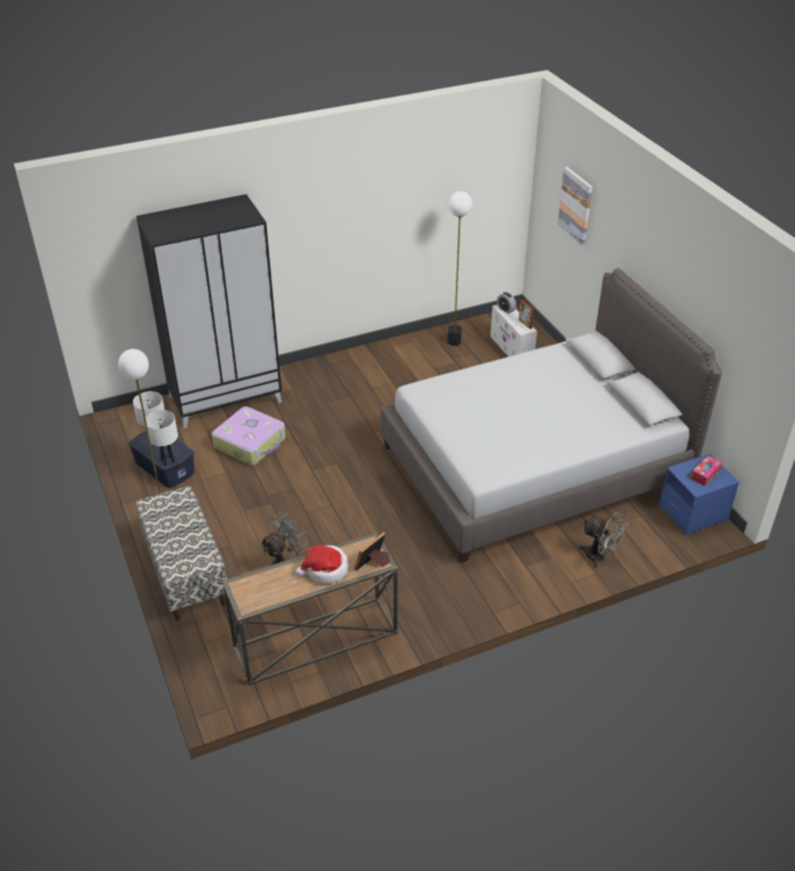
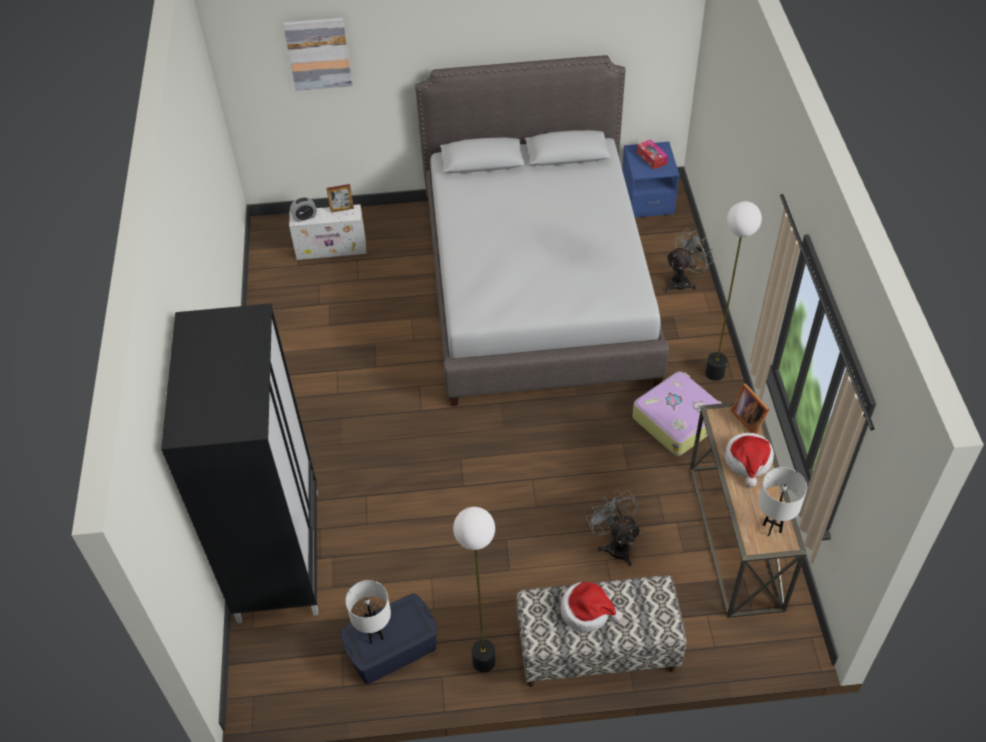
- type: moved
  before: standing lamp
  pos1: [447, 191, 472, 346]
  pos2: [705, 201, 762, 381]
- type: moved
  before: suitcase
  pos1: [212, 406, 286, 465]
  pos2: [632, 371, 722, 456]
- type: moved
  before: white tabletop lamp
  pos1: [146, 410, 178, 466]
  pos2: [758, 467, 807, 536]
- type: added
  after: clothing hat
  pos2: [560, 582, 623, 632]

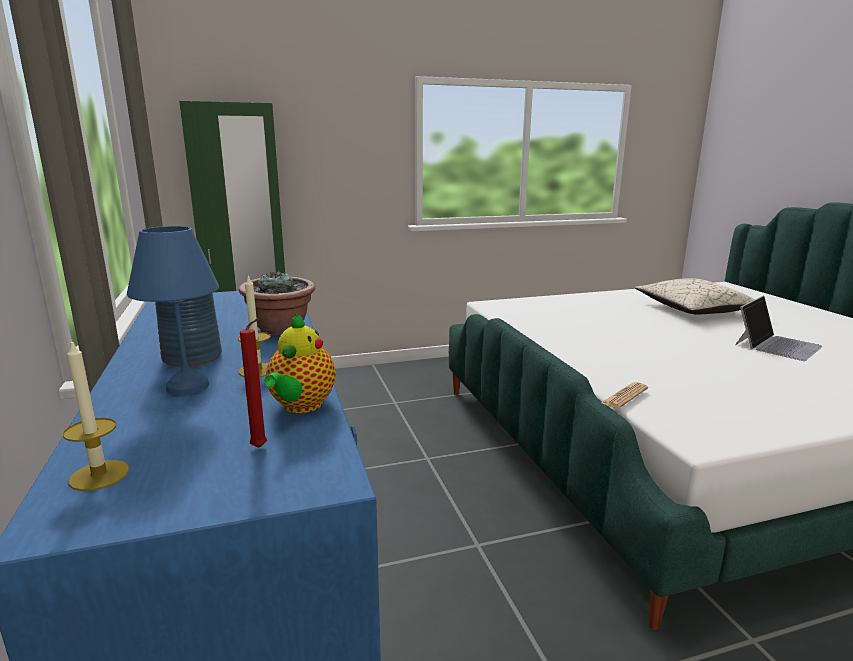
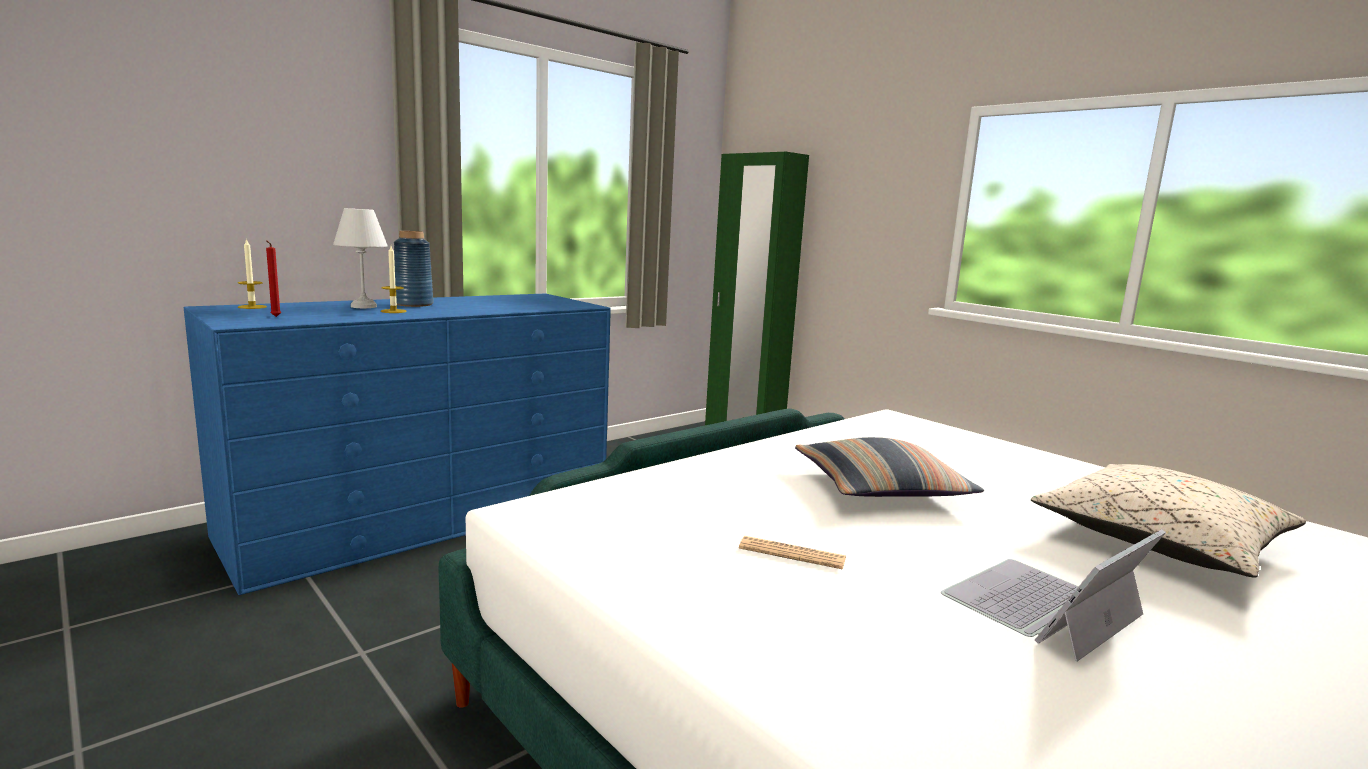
- type: recoloured
  before: blue-coloured tabletop lamp
  after: white tabletop lamp
  pos1: [127, 226, 219, 395]
  pos2: [333, 208, 388, 308]
- type: removed
  before: potted plant
  pos1: [239, 270, 315, 335]
- type: turned
  before: notebook computer
  pos1: [735, 296, 823, 361]
  pos2: [941, 529, 1166, 662]
  turn: 120
- type: removed
  before: teapot
  pos1: [264, 313, 336, 413]
- type: moved
  before: daily paper
  pos1: [602, 382, 648, 409]
  pos2: [739, 536, 846, 569]
- type: added
  after: pillow
  pos2: [795, 437, 984, 497]

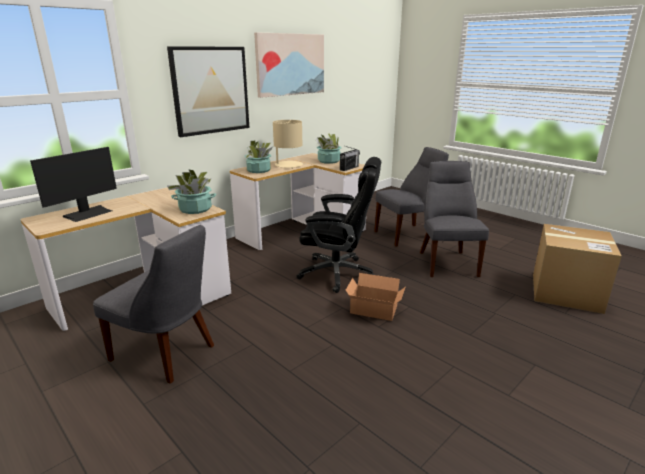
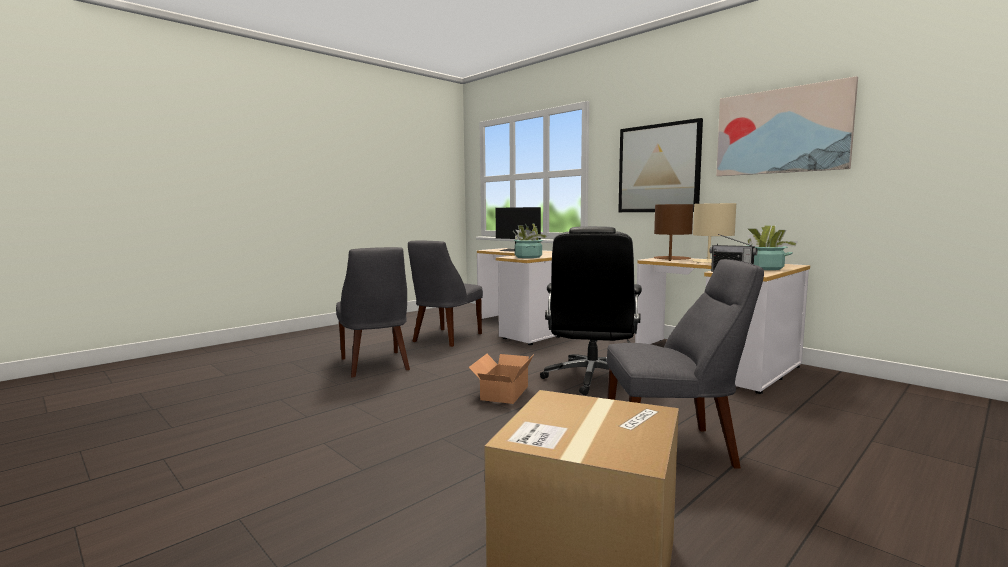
- type: replaced
  before: potted plant
  after: brownish tabletop lamp
  pos1: [245, 141, 273, 173]
  pos2: [654, 204, 693, 261]
- type: moved
  before: greyish upright chair
  pos1: [374, 147, 449, 246]
  pos2: [336, 247, 410, 377]

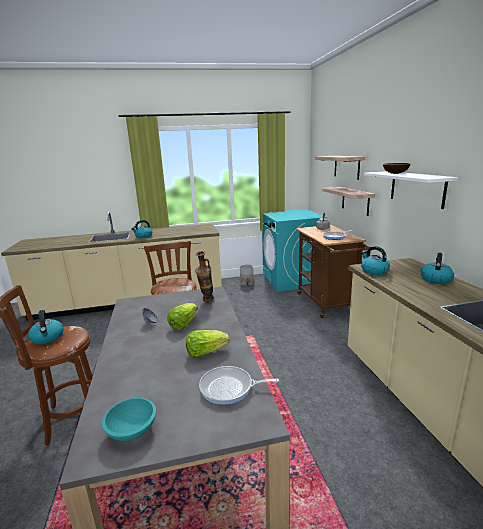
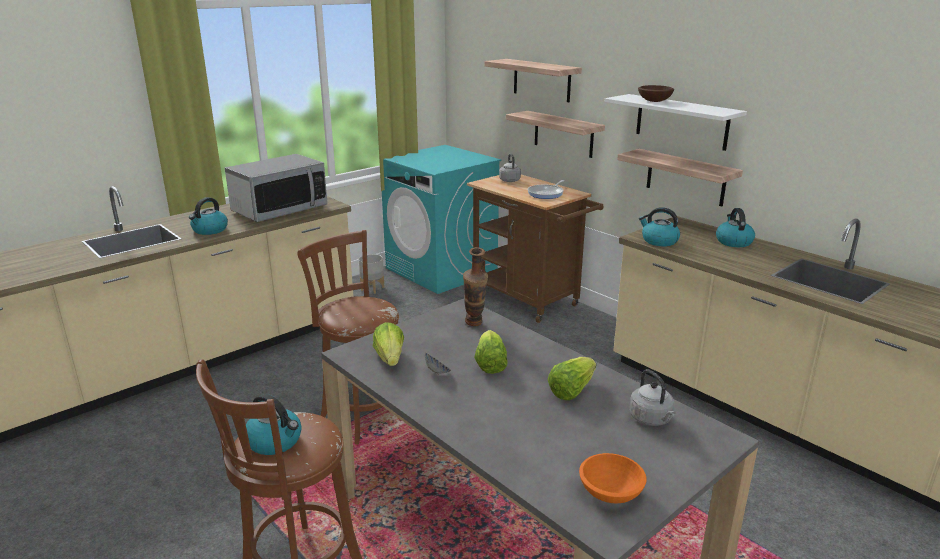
- type: replaced
  before: skillet
  after: greyish kettle
  pos1: [199, 366, 279, 405]
  pos2: [629, 369, 676, 426]
- type: recoloured
  before: turquoise deep dish
  after: orangey deep dish
  pos1: [102, 398, 156, 441]
  pos2: [579, 453, 646, 503]
- type: added
  after: wall shelf
  pos2: [617, 149, 743, 206]
- type: added
  after: microwave
  pos2: [225, 154, 328, 222]
- type: added
  after: lettuce
  pos2: [373, 322, 404, 366]

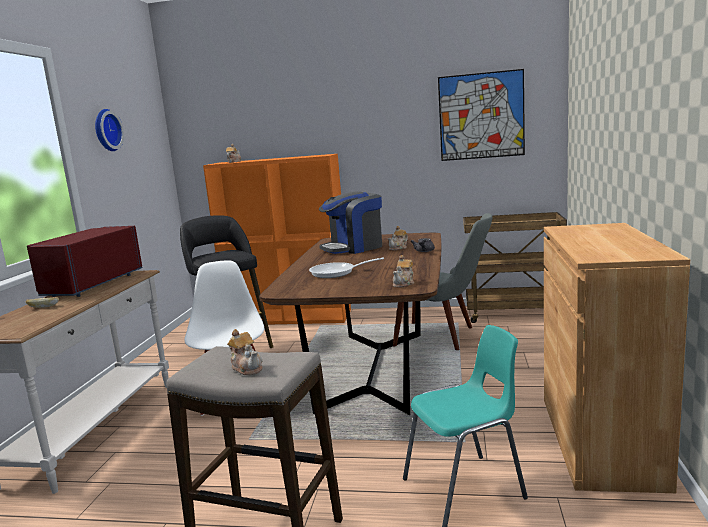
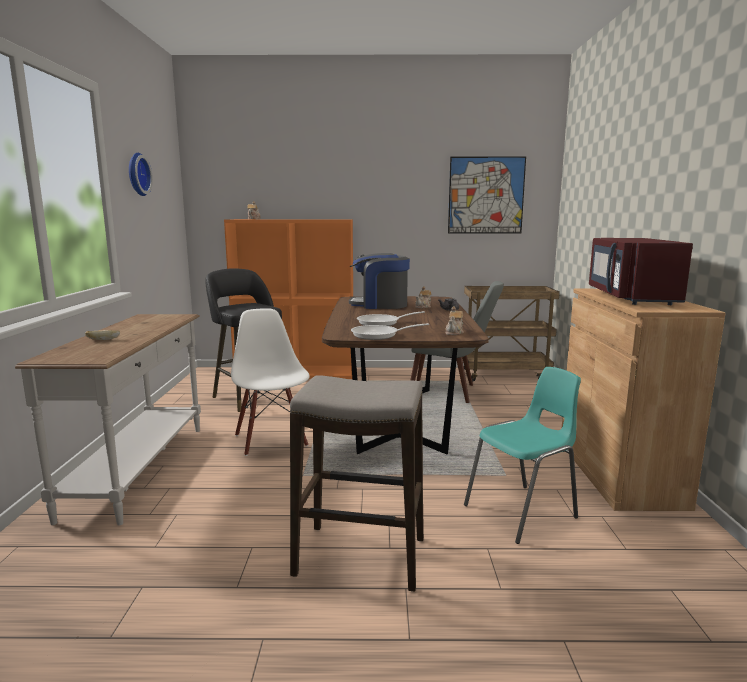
- type: turned
  before: coffee brewer
  pos1: [319, 191, 382, 254]
  pos2: [349, 253, 410, 309]
  turn: 45
- type: moved
  before: reddish microwave
  pos1: [27, 226, 143, 297]
  pos2: [589, 238, 693, 305]
- type: removed
  before: teapot
  pos1: [227, 329, 263, 376]
- type: added
  after: skillet
  pos2: [351, 323, 429, 340]

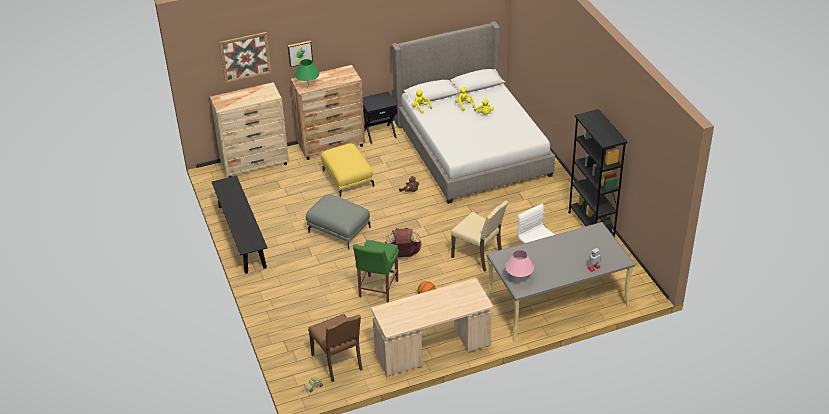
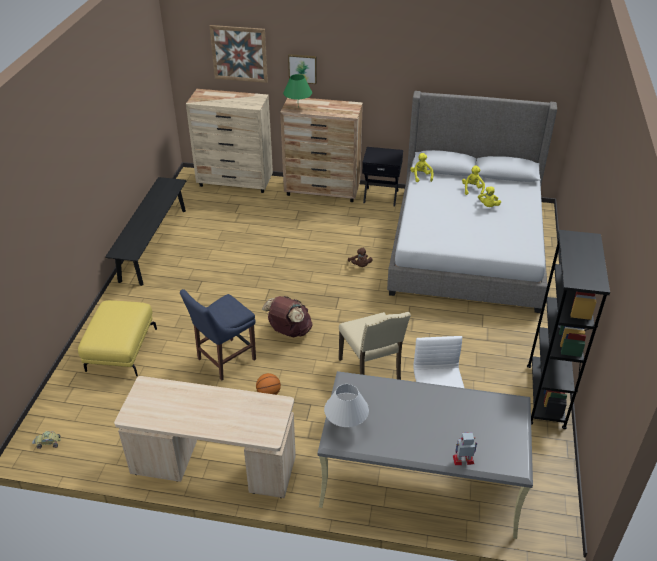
- type: moved
  before: yellowish ottoman
  pos1: [321, 144, 374, 197]
  pos2: [78, 300, 157, 376]
- type: removed
  before: greyish ottoman
  pos1: [306, 194, 371, 249]
- type: recoloured
  before: green upright chair
  after: blue-coloured upright chair
  pos1: [353, 240, 399, 302]
  pos2: [180, 289, 256, 381]
- type: recoloured
  before: pinkish tabletop lamp
  after: white tabletop lamp
  pos1: [505, 250, 534, 277]
  pos2: [324, 384, 369, 427]
- type: removed
  before: brownish upright chair
  pos1: [308, 314, 363, 382]

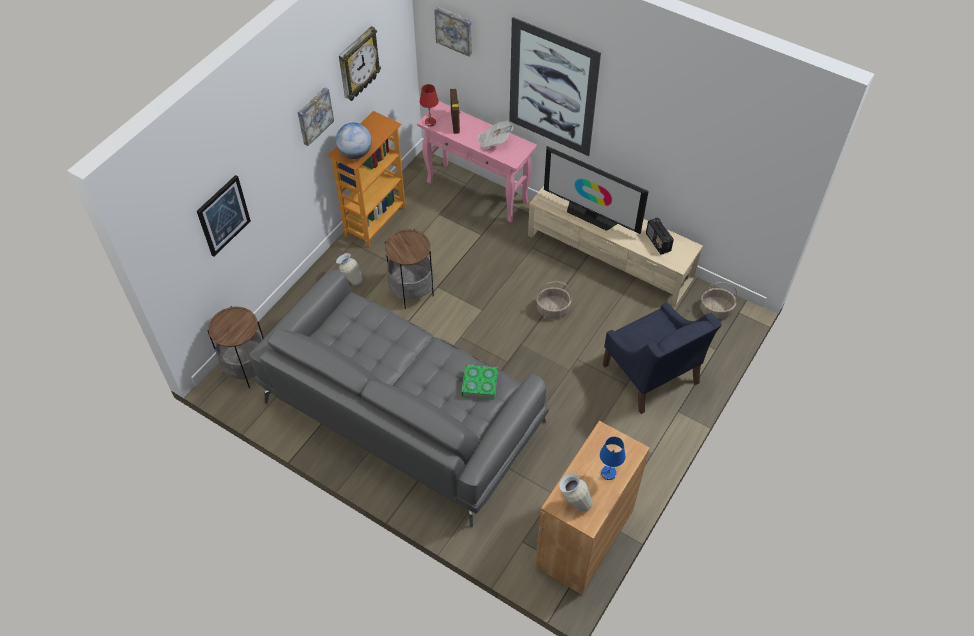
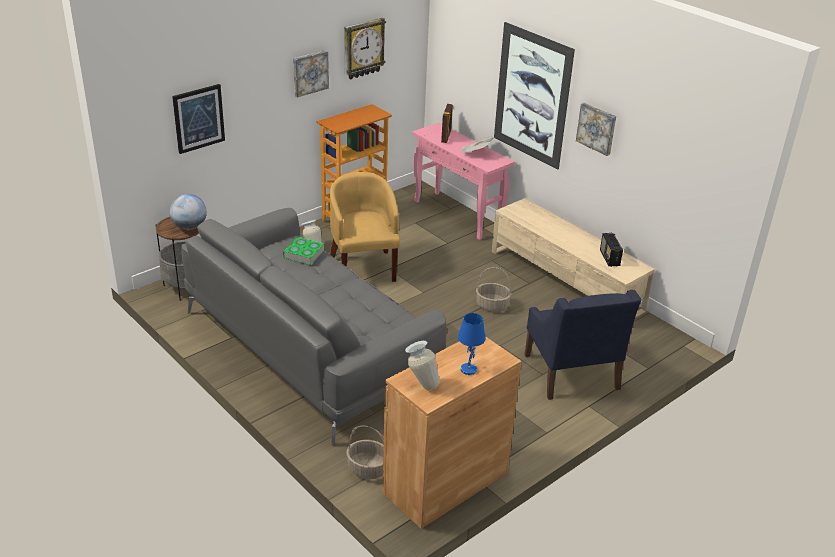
- type: moved
  before: picture
  pos1: [434, 7, 472, 56]
  pos2: [576, 102, 616, 156]
- type: removed
  before: reddish tabletop lamp
  pos1: [420, 84, 439, 126]
- type: moved
  before: desk globe
  pos1: [336, 123, 372, 159]
  pos2: [169, 194, 207, 230]
- type: removed
  before: TV set
  pos1: [544, 146, 649, 234]
- type: replaced
  before: end table
  after: yellowish armchair
  pos1: [385, 229, 434, 309]
  pos2: [330, 172, 400, 282]
- type: moved
  before: storage basket
  pos1: [700, 282, 737, 319]
  pos2: [346, 425, 384, 479]
- type: moved
  before: book
  pos1: [462, 365, 498, 400]
  pos2: [283, 237, 325, 265]

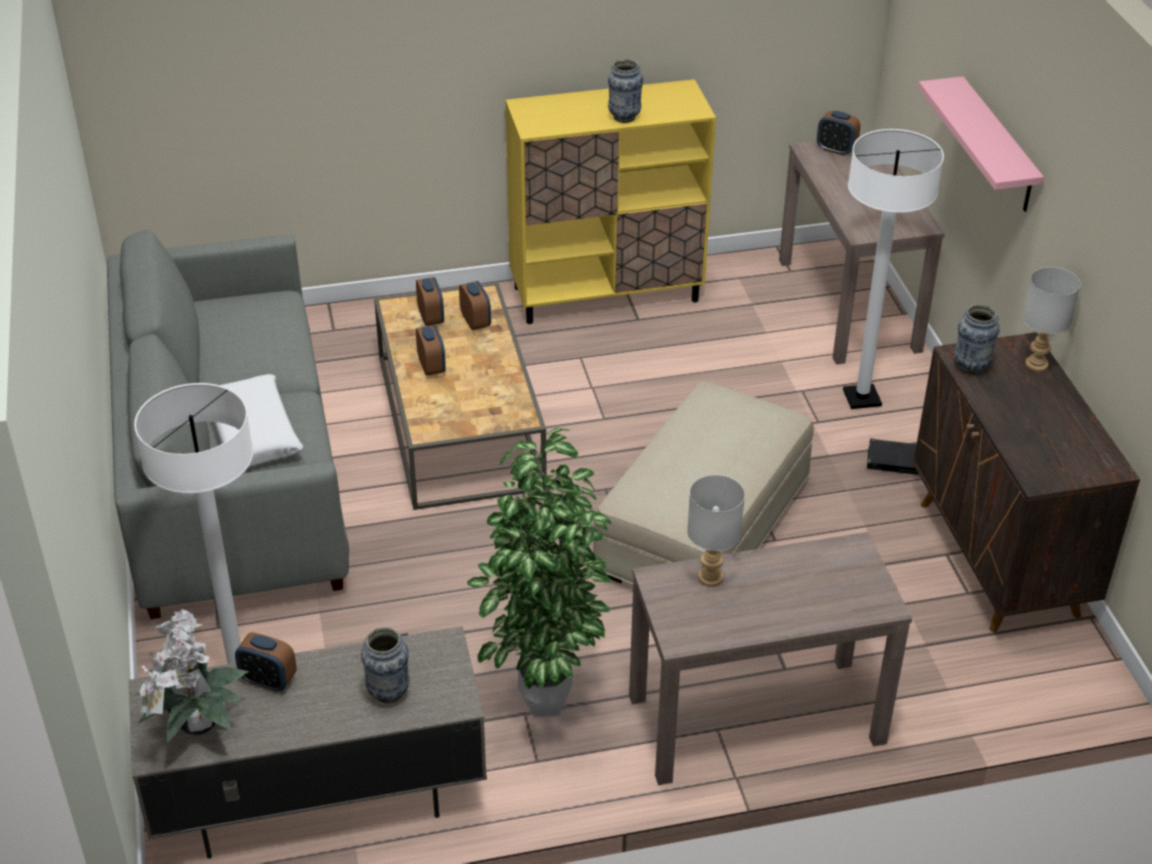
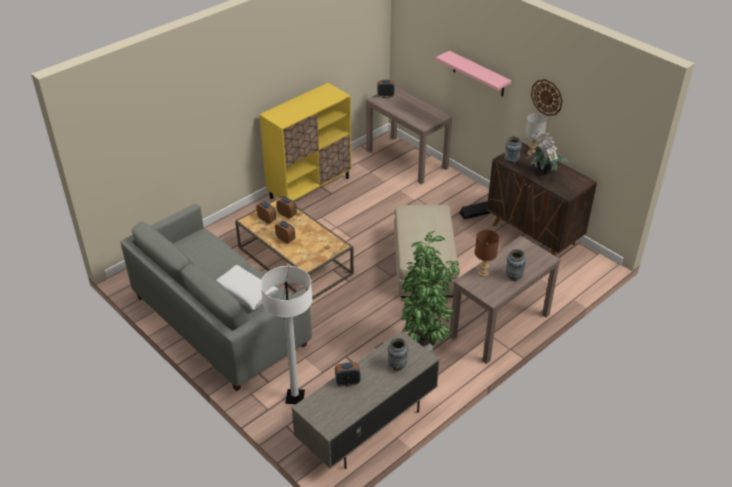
- type: moved
  before: decorative vase
  pos1: [608, 59, 643, 123]
  pos2: [506, 249, 526, 281]
- type: removed
  before: white standing lamp
  pos1: [843, 129, 944, 409]
- type: recoloured
  before: greyish tabletop lamp
  after: brownish tabletop lamp
  pos1: [687, 475, 745, 587]
  pos2: [475, 230, 499, 277]
- type: moved
  before: potted plant
  pos1: [135, 608, 248, 743]
  pos2: [525, 129, 569, 175]
- type: added
  after: hanging clock
  pos2: [531, 79, 563, 116]

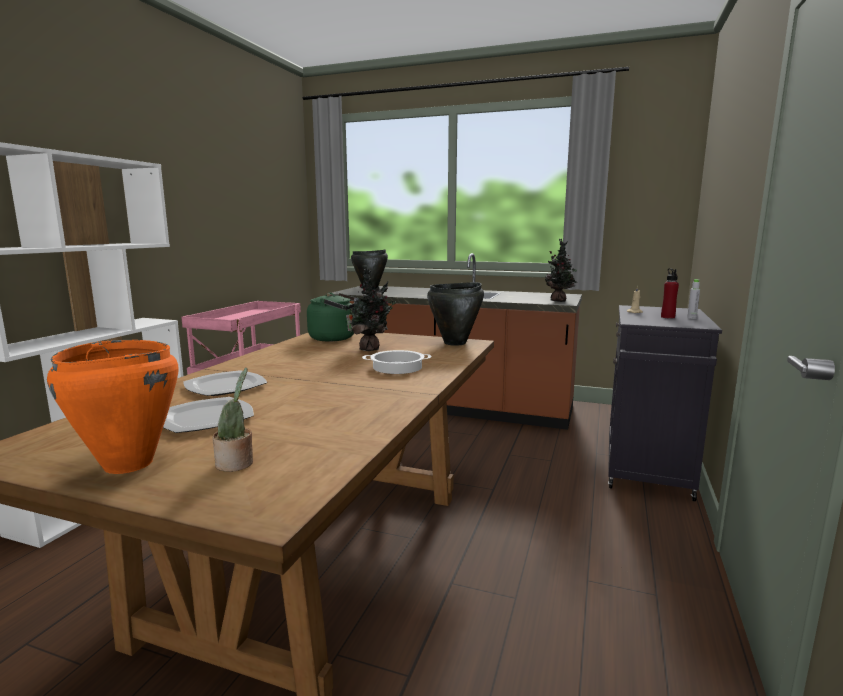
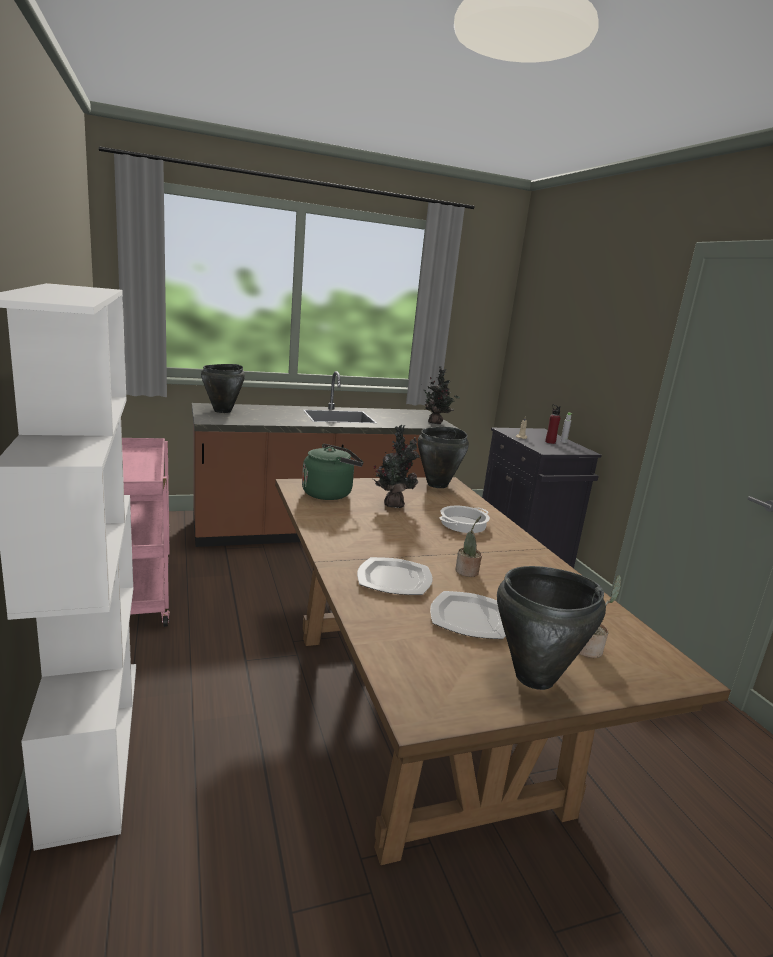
- type: recoloured
  before: orangey cooking pot
  after: black cooking pot
  pos1: [47, 340, 179, 474]
  pos2: [497, 566, 606, 690]
- type: added
  after: potted plant
  pos2: [455, 516, 482, 577]

